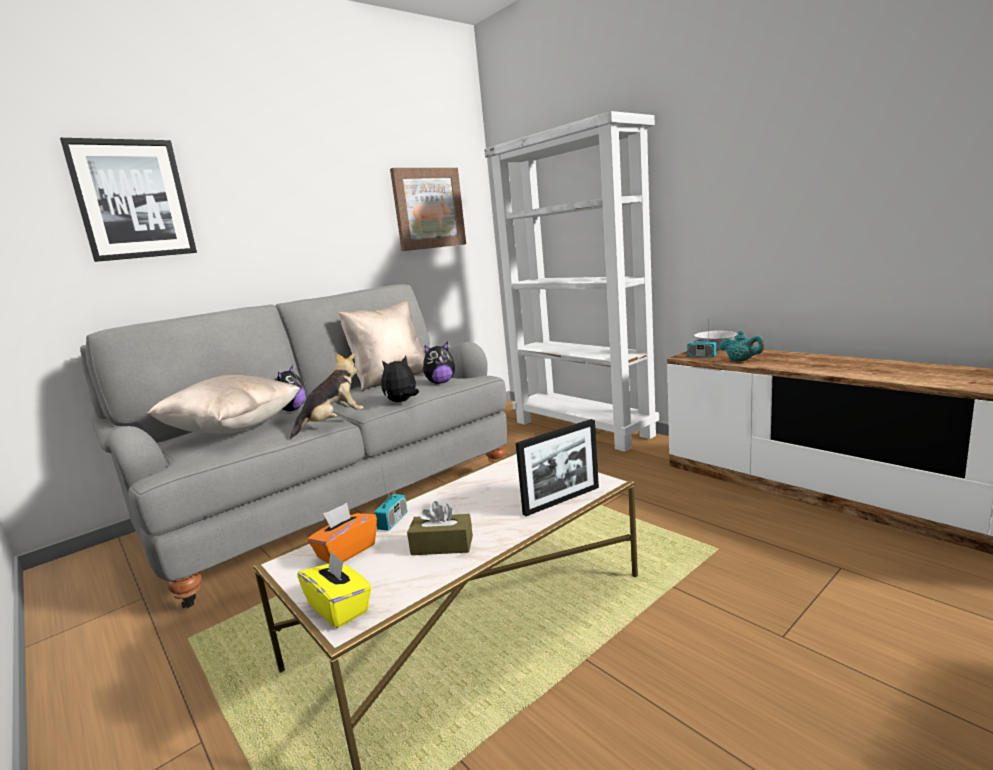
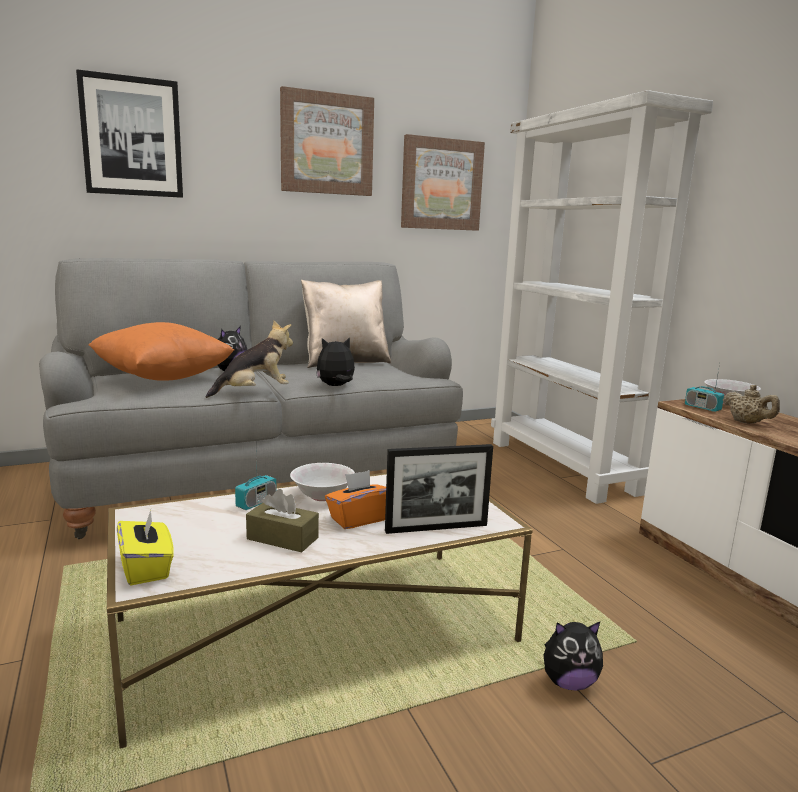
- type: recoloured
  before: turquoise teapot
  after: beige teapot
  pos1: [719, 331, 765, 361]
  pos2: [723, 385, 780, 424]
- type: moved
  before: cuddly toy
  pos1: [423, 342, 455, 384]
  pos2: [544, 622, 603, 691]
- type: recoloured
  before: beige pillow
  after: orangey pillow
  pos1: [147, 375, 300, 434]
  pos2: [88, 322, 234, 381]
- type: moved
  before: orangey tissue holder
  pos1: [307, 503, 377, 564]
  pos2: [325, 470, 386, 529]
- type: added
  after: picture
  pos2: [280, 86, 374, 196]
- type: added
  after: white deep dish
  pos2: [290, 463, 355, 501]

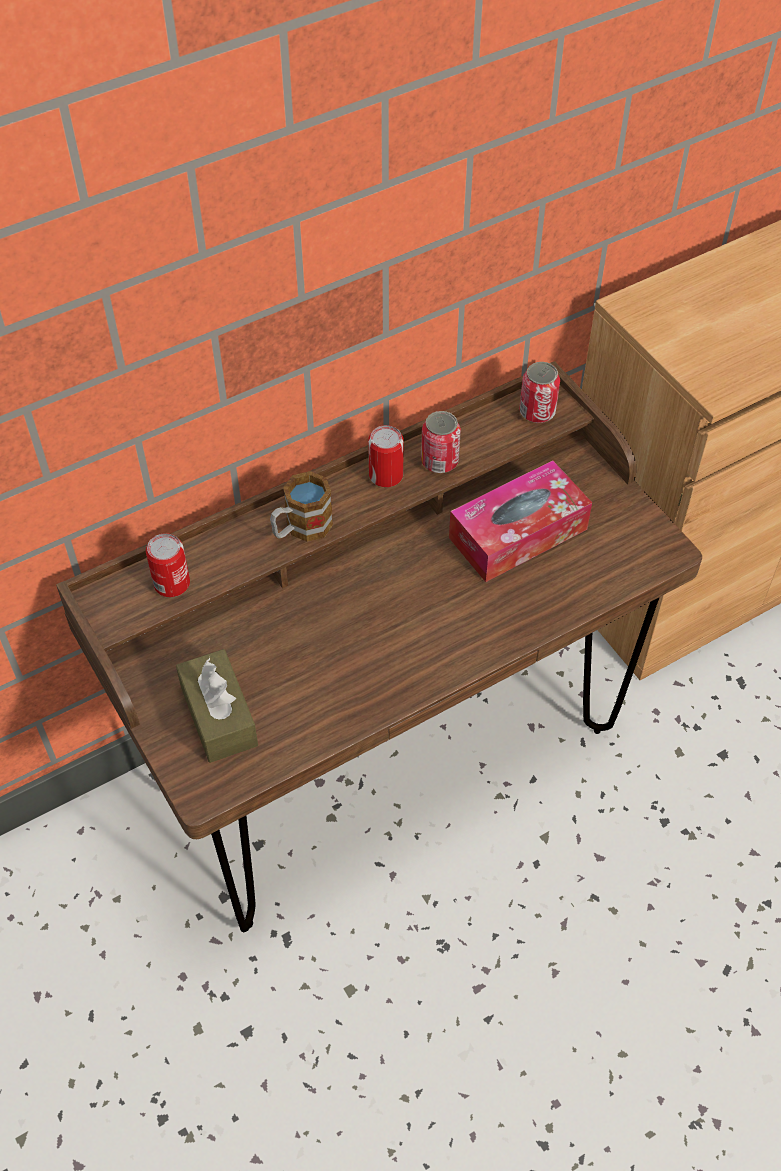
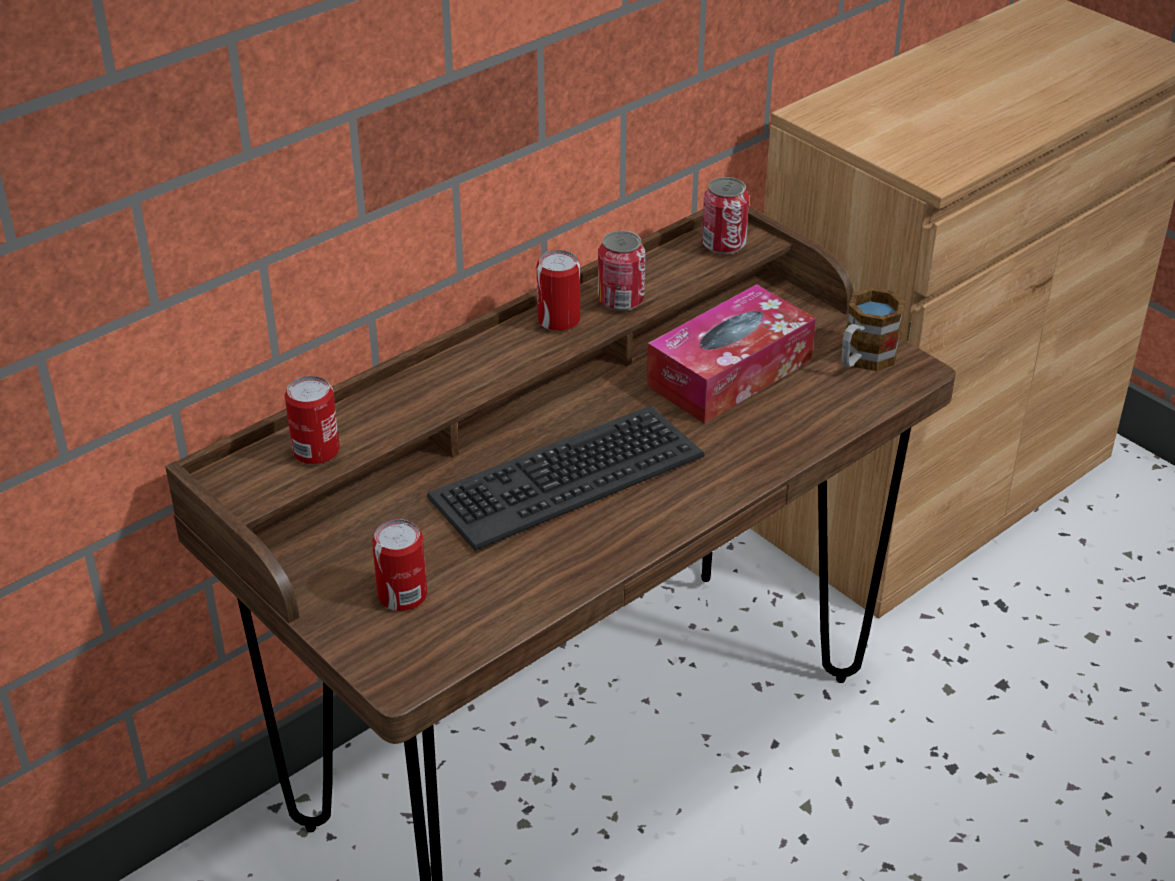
- type: moved
  before: mug
  pos1: [270, 471, 333, 542]
  pos2: [841, 287, 905, 371]
- type: replaced
  before: brownish tissue holder
  after: sealed can
  pos1: [176, 649, 258, 763]
  pos2: [372, 519, 427, 611]
- type: added
  after: PC keyboard
  pos2: [427, 405, 704, 551]

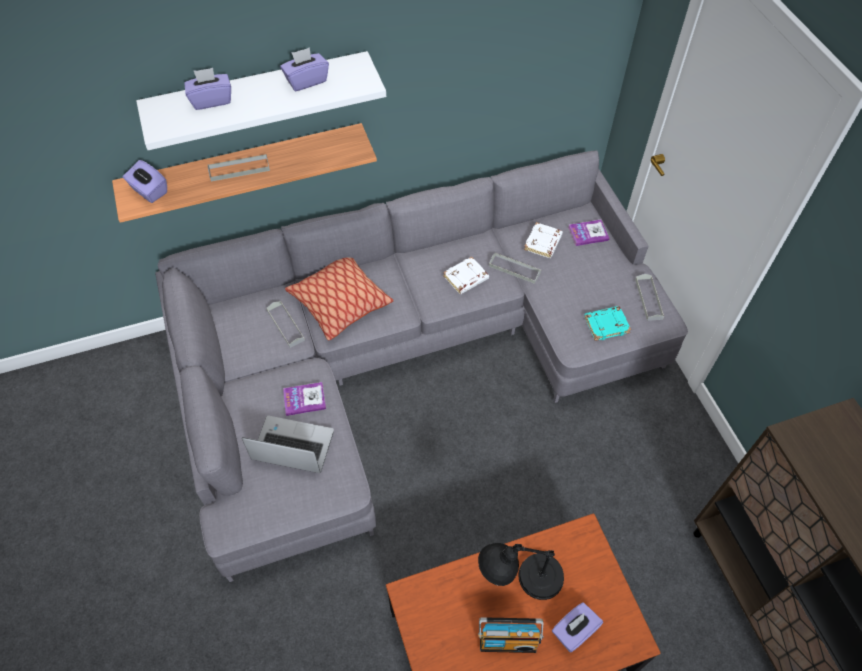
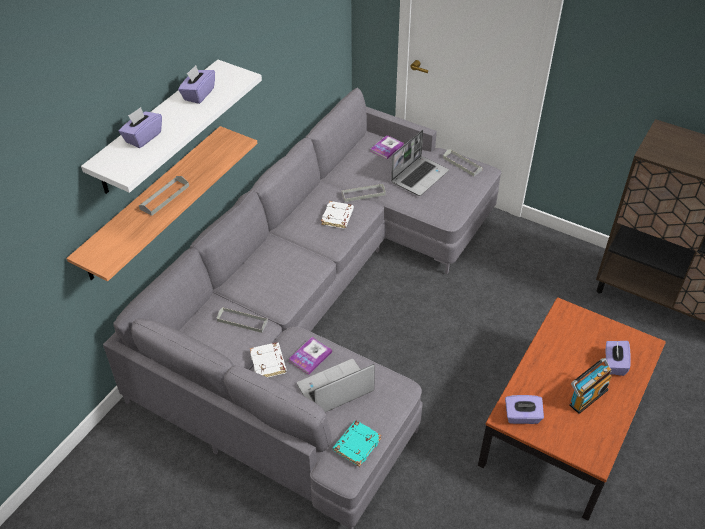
- type: moved
  before: purplish tissue holder
  pos1: [123, 160, 167, 203]
  pos2: [505, 395, 544, 424]
- type: moved
  before: white book
  pos1: [524, 222, 563, 258]
  pos2: [250, 342, 287, 377]
- type: removed
  before: pillow
  pos1: [285, 257, 394, 340]
- type: moved
  before: turquoise book
  pos1: [584, 306, 631, 341]
  pos2: [333, 420, 382, 467]
- type: removed
  before: black tabletop lamp
  pos1: [478, 543, 564, 600]
- type: added
  after: notebook computer
  pos2: [391, 130, 449, 196]

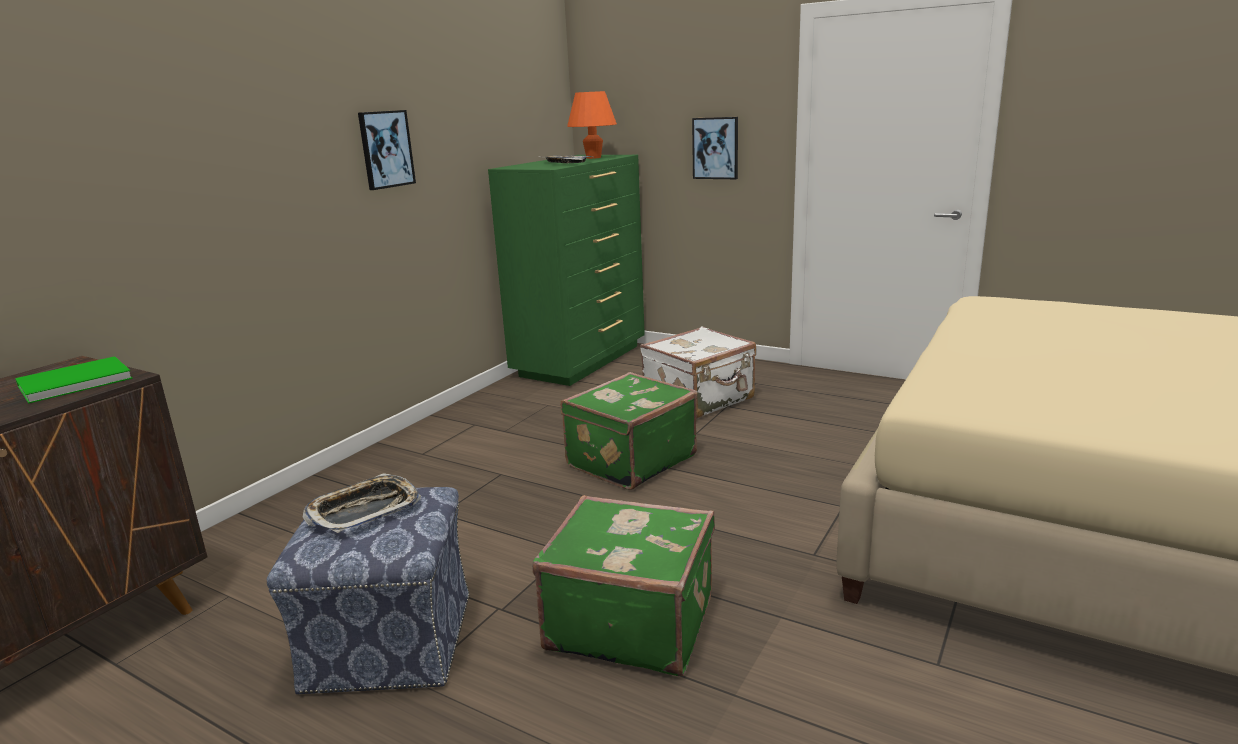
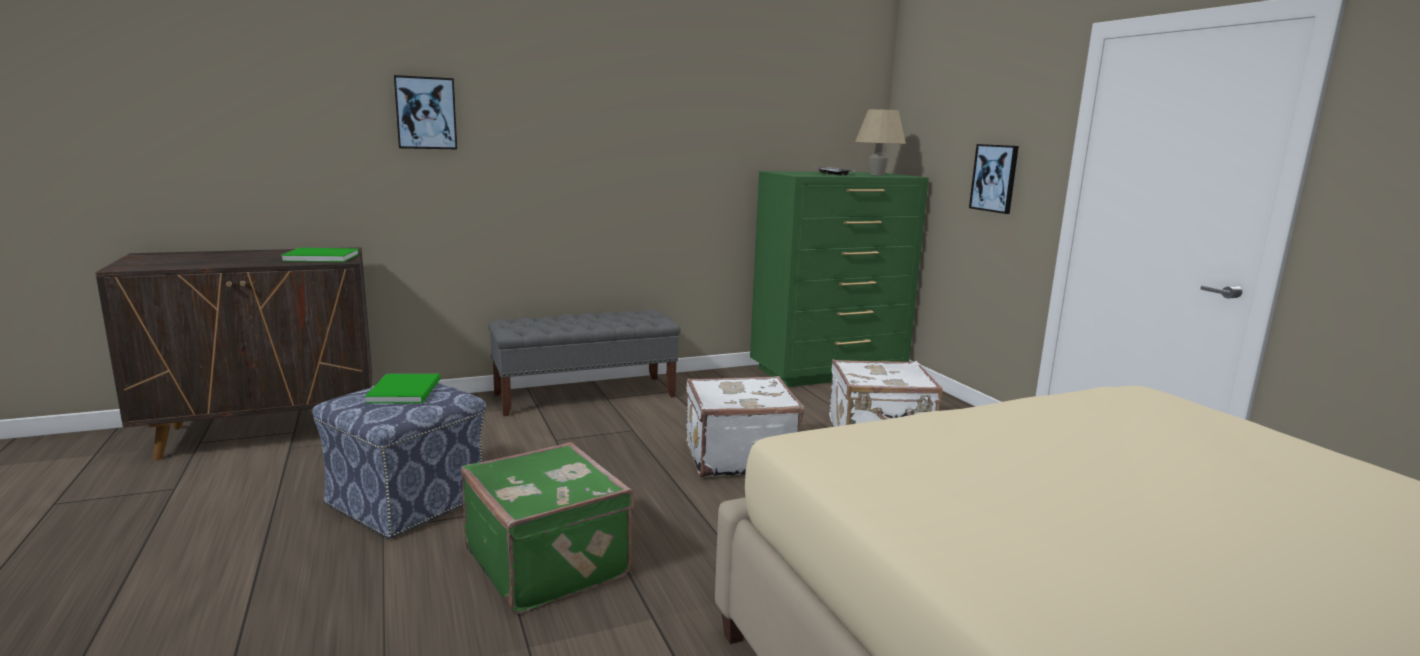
- type: recoloured
  before: orangey tabletop lamp
  after: beige tabletop lamp
  pos1: [567, 91, 617, 159]
  pos2: [855, 109, 906, 175]
- type: moved
  before: picture
  pos1: [358, 110, 416, 190]
  pos2: [394, 75, 457, 149]
- type: recoloured
  before: green suitcase
  after: white suitcase
  pos1: [560, 372, 697, 490]
  pos2: [686, 376, 804, 478]
- type: replaced
  before: serving tray
  after: green book
  pos1: [303, 473, 421, 533]
  pos2: [365, 374, 441, 403]
- type: added
  after: greyish indoor bench
  pos2: [488, 310, 681, 416]

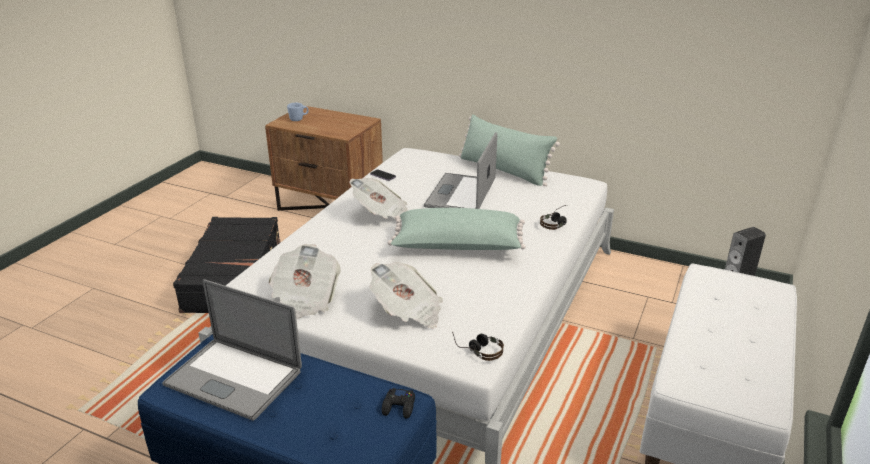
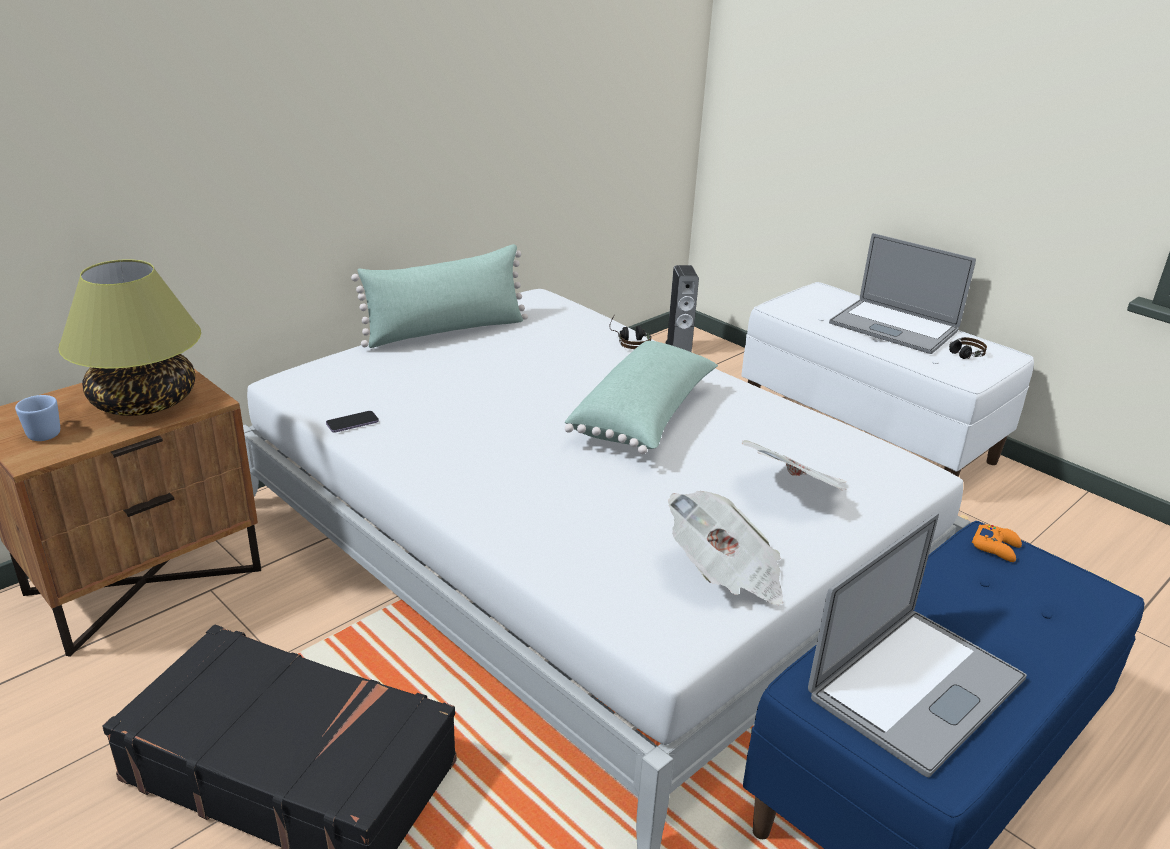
- type: moved
  before: notebook computer
  pos1: [424, 132, 497, 209]
  pos2: [829, 233, 976, 354]
- type: removed
  before: daily paper
  pos1: [349, 178, 408, 221]
- type: moved
  before: pair of headphones
  pos1: [452, 331, 504, 361]
  pos2: [949, 337, 987, 359]
- type: recoloured
  before: black game controller
  after: orangey game controller
  pos1: [382, 388, 415, 419]
  pos2: [972, 524, 1022, 562]
- type: added
  after: tabletop lamp
  pos2: [58, 259, 201, 416]

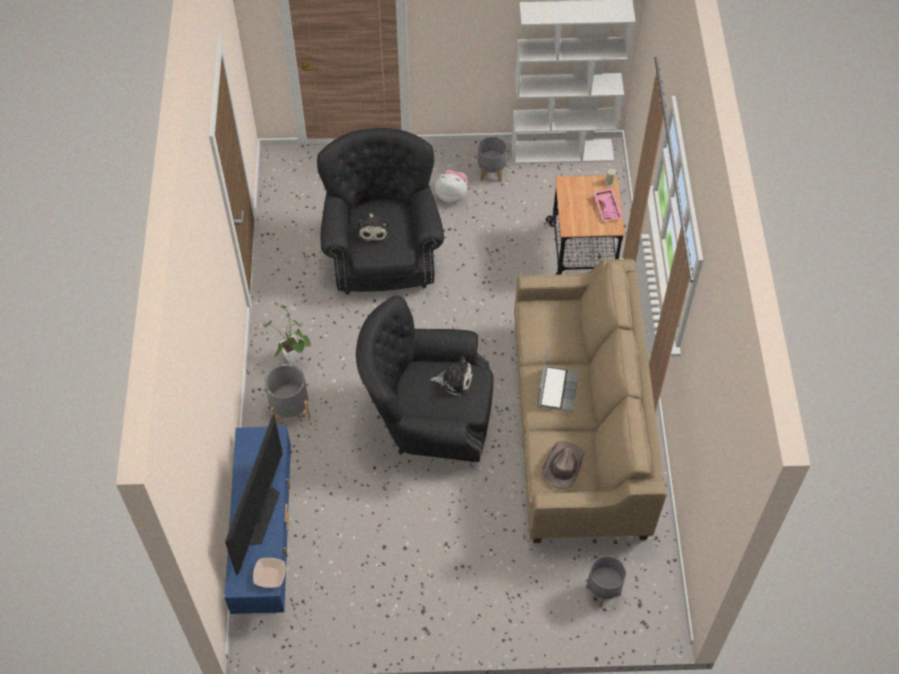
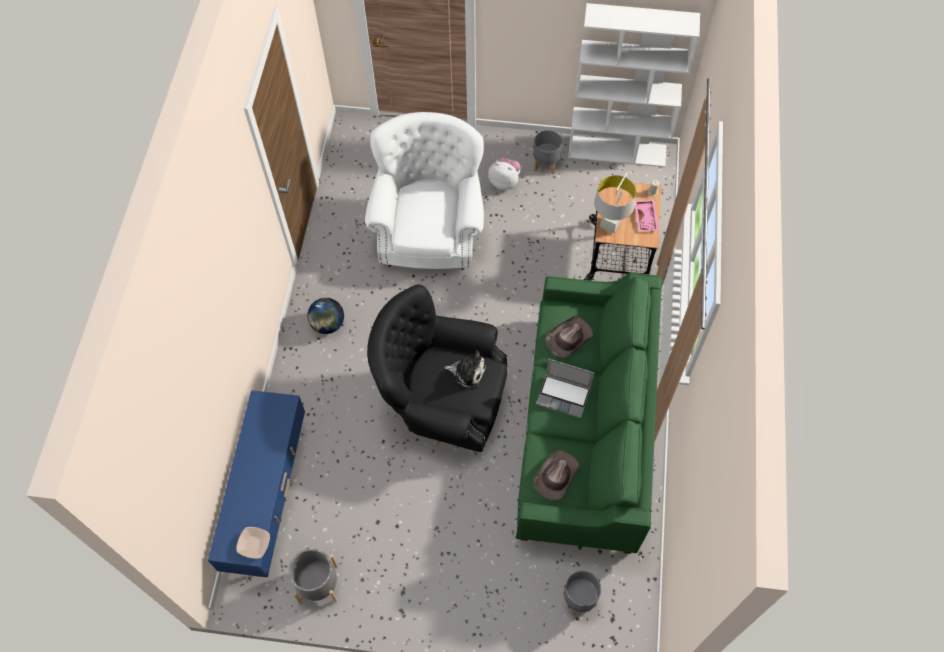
- type: recoloured
  before: black armchair
  after: white armchair
  pos1: [317, 128, 444, 295]
  pos2: [365, 112, 484, 270]
- type: removed
  before: cuddly toy
  pos1: [357, 213, 389, 242]
- type: recoloured
  before: beige sofa
  after: green sofa
  pos1: [514, 259, 667, 543]
  pos2: [516, 272, 662, 554]
- type: replaced
  before: potted plant
  after: desk globe
  pos1: [265, 305, 311, 364]
  pos2: [307, 298, 344, 334]
- type: turned
  before: notebook computer
  pos1: [537, 347, 579, 412]
  pos2: [536, 359, 594, 418]
  turn: 90
- type: moved
  before: greyish flower pot
  pos1: [265, 364, 311, 426]
  pos2: [289, 548, 338, 605]
- type: removed
  before: TV set
  pos1: [225, 414, 283, 575]
- type: added
  after: greyish tabletop lamp
  pos2: [594, 172, 636, 233]
- type: added
  after: brownish clothing hat
  pos2: [545, 316, 593, 358]

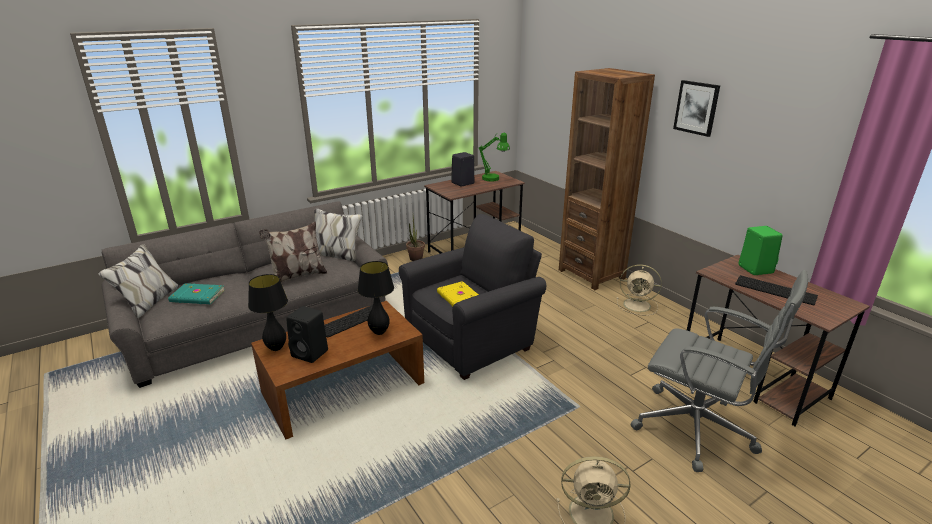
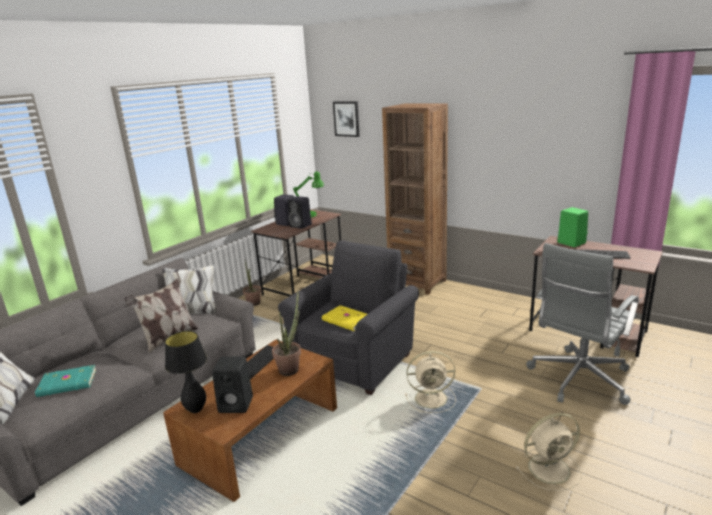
- type: moved
  before: picture
  pos1: [673, 80, 720, 137]
  pos2: [333, 101, 359, 137]
- type: replaced
  before: black tabletop lamp
  after: potted plant
  pos1: [358, 261, 394, 335]
  pos2: [272, 291, 301, 376]
- type: moved
  before: beige fan
  pos1: [617, 264, 662, 316]
  pos2: [405, 351, 456, 413]
- type: turned
  before: greyish computer chair
  pos1: [631, 270, 808, 472]
  pos2: [526, 243, 639, 405]
  turn: 120
- type: added
  after: black audio speaker
  pos2: [288, 196, 312, 229]

